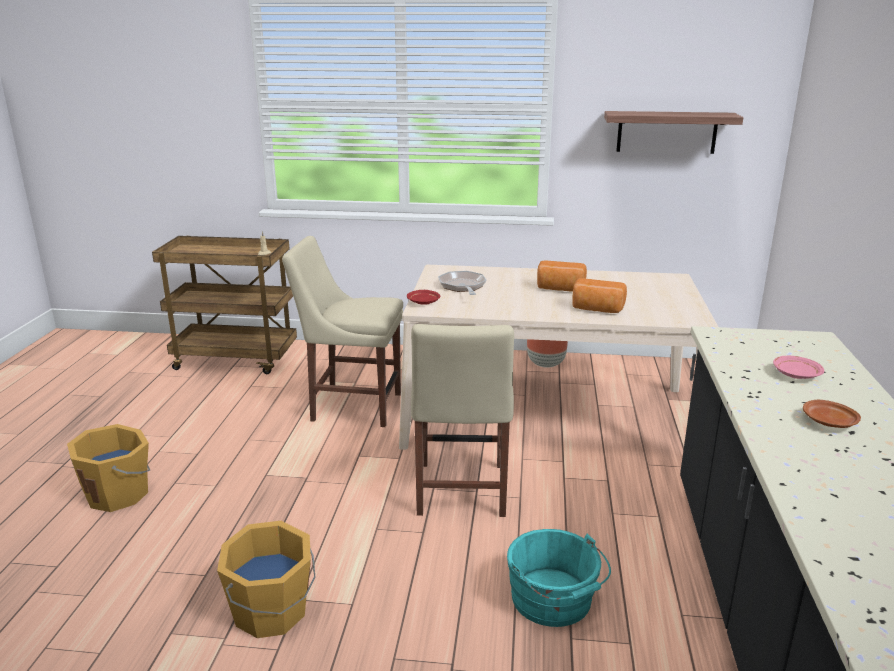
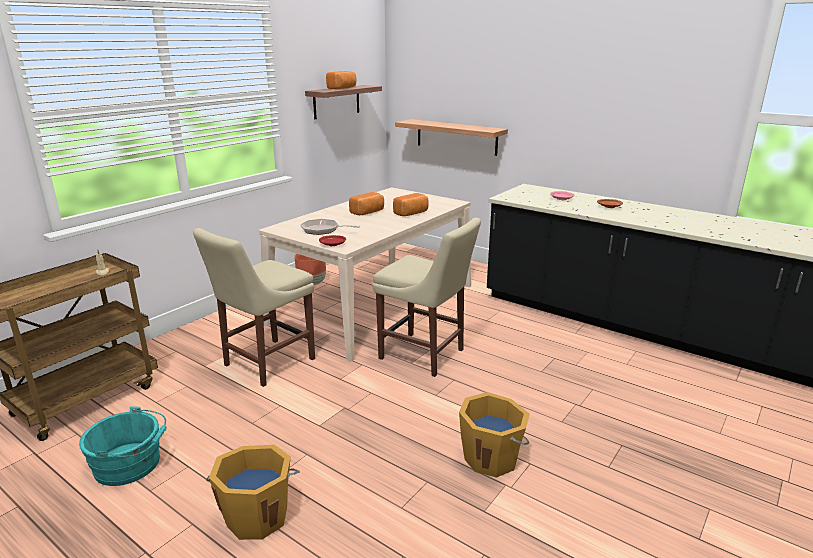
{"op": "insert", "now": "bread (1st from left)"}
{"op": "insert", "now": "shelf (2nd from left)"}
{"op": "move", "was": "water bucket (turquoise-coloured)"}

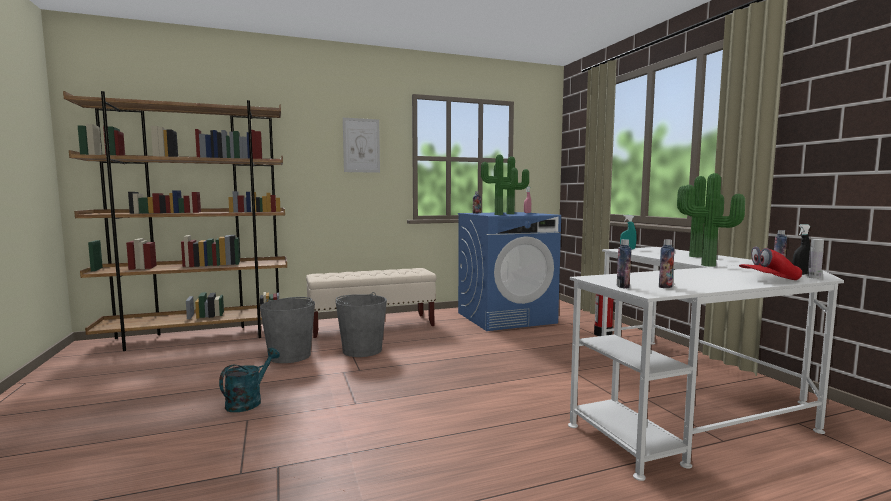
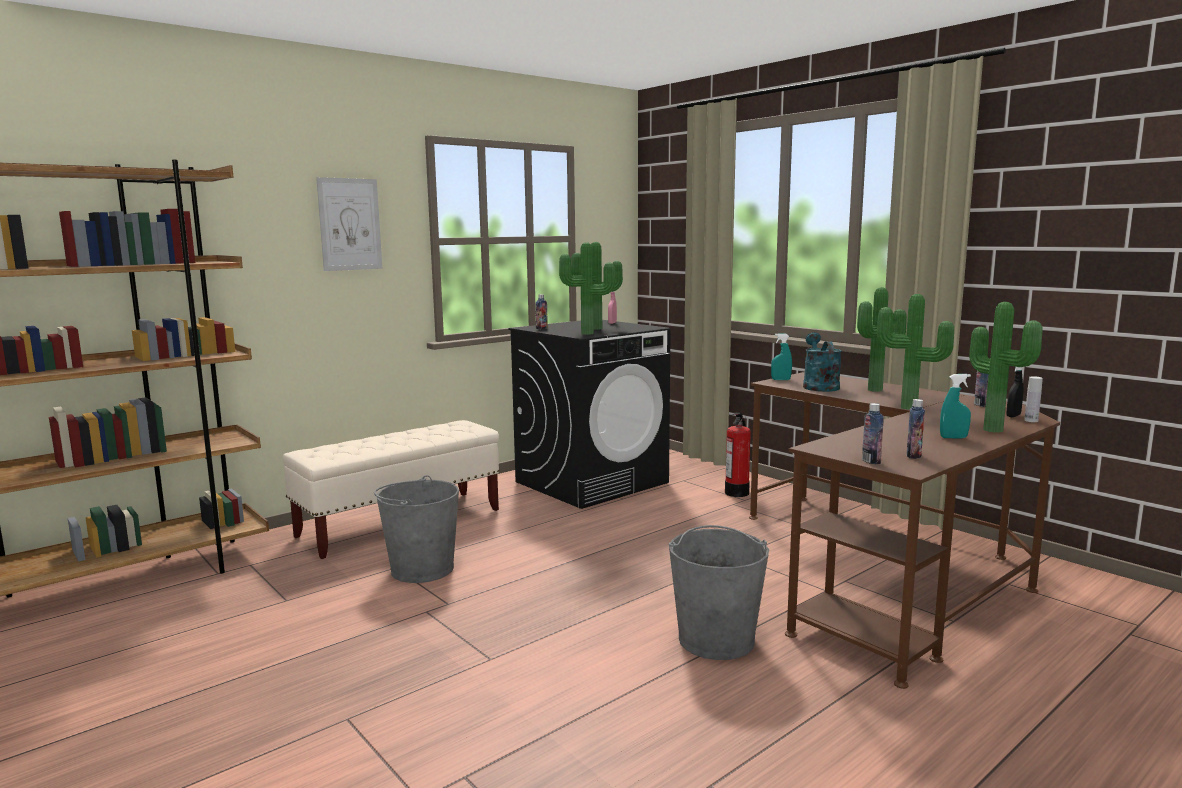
{"op": "insert", "now": "spray bottle (turquoise-coloured) (2nd from left)"}
{"op": "move", "was": "watering can (turquoise-coloured)"}
{"op": "move", "was": "water bucket (gray) (1st from left in the first image)", "now": "water bucket (gray) (2nd from left)"}
{"op": "replace", "was": "baseball cap (red-coloured)", "now": "houseplant (5th from left)"}
{"op": "recolor", "was": "laundry machine (blue-coloured)", "now": "laundry machine (blackish)"}
{"op": "recolor", "was": "desk table (white)", "now": "desk table (brown-coloured)"}

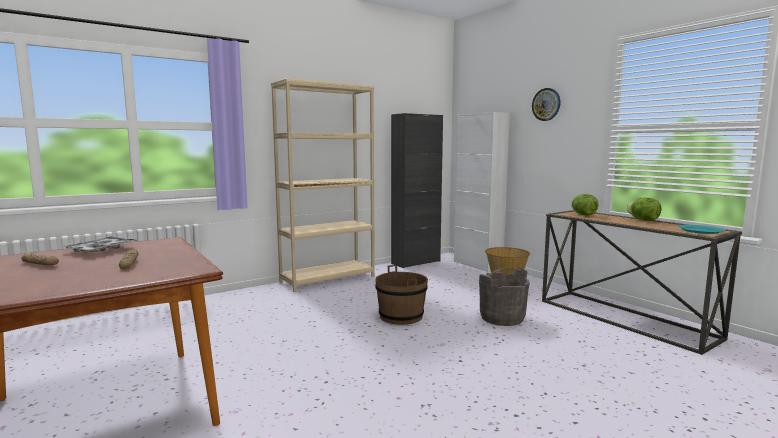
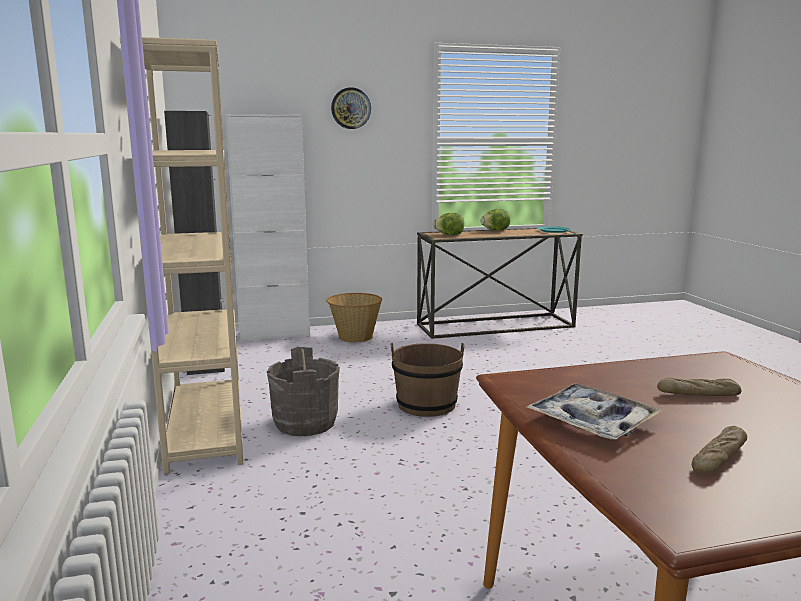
{"op": "move", "was": "water bucket (gray)"}

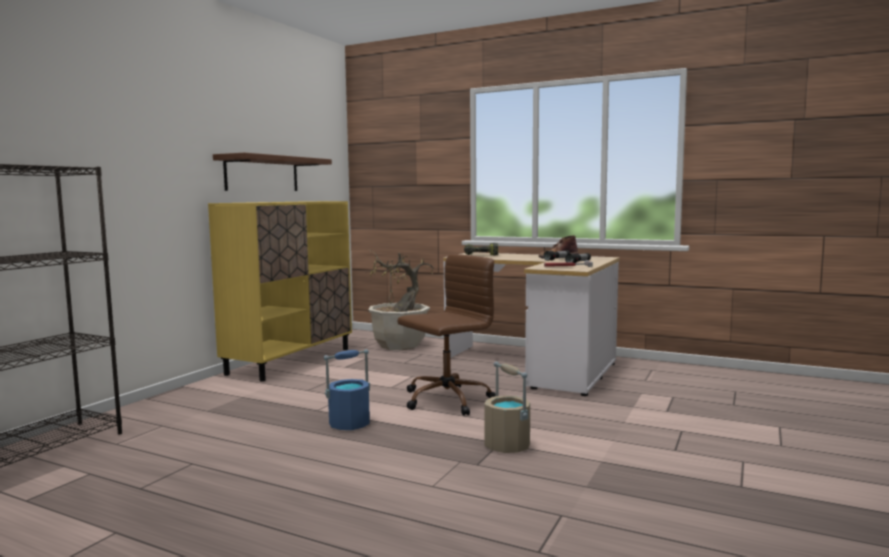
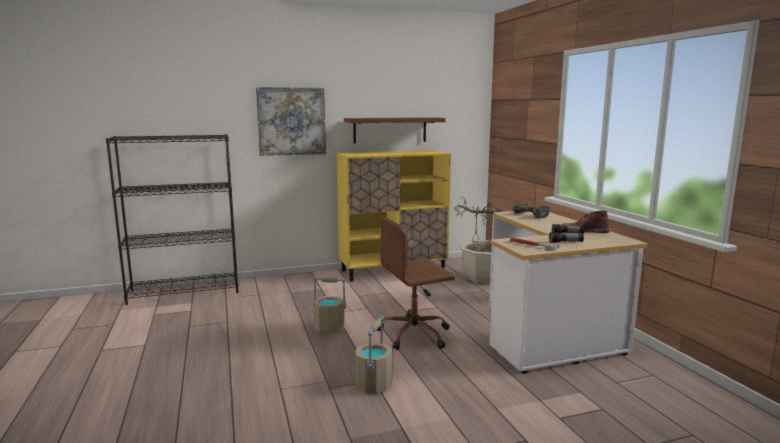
{"op": "insert", "now": "wall picture"}
{"op": "recolor", "was": "water bucket (blue-coloured)", "now": "water bucket (sand-coloured) (1st from left)"}
{"op": "rotate", "was": "office chair (brown-coloured)", "clockwise": 150}

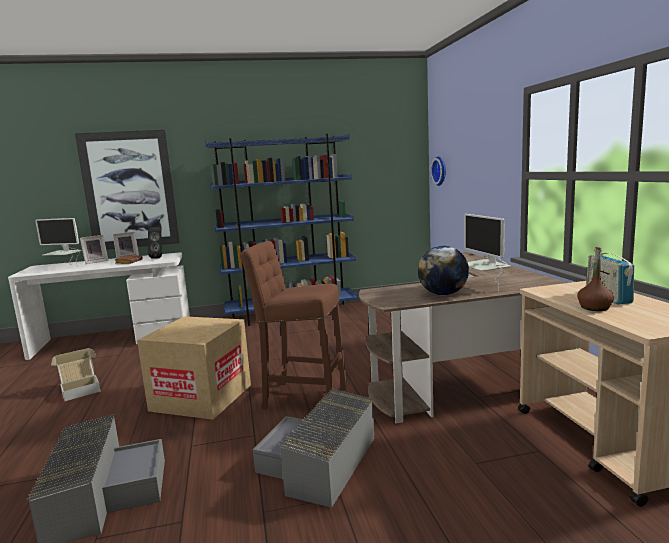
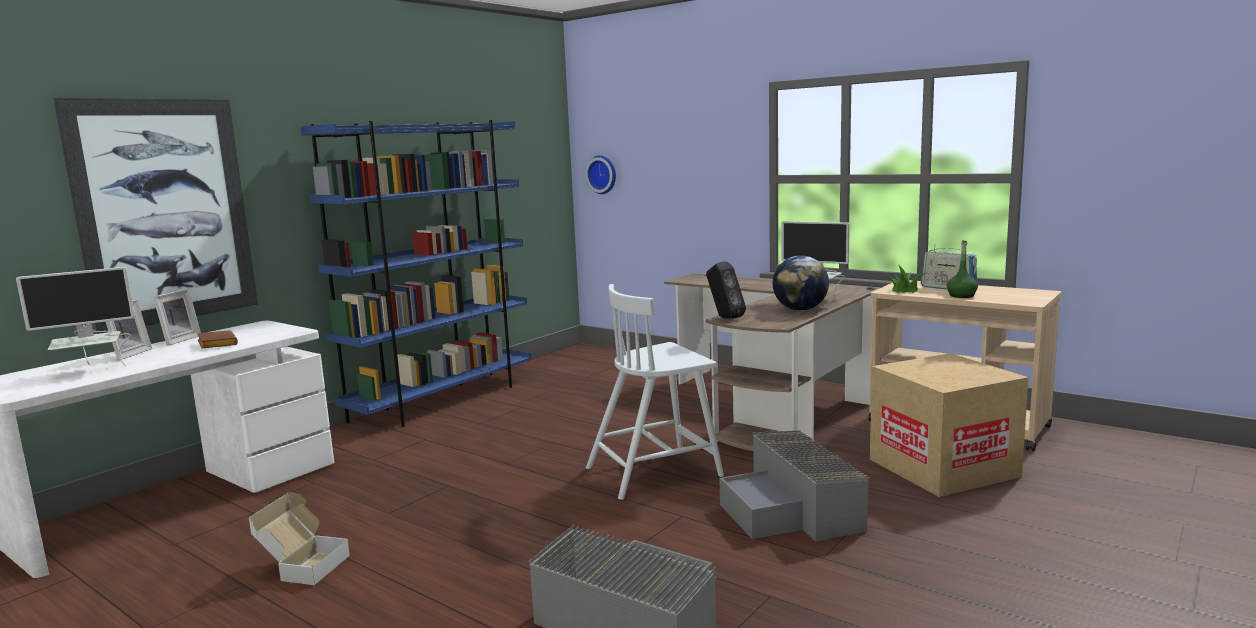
{"op": "insert", "now": "houseplant"}
{"op": "move", "was": "carton (2nd from left)"}
{"op": "move", "was": "speaker (blackish)"}
{"op": "replace", "was": "stool (brown-coloured)", "now": "chair (white)"}
{"op": "recolor", "was": "drink bottle (brown-coloured)", "now": "drink bottle (greenish)"}

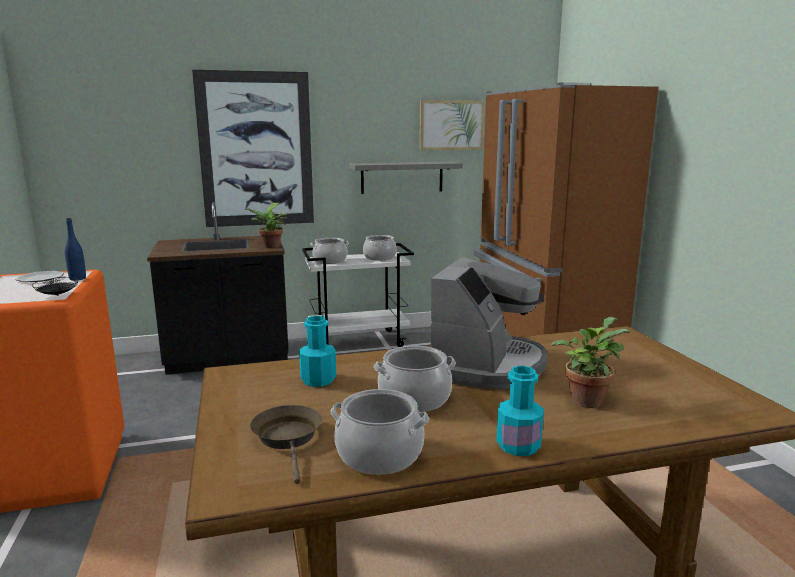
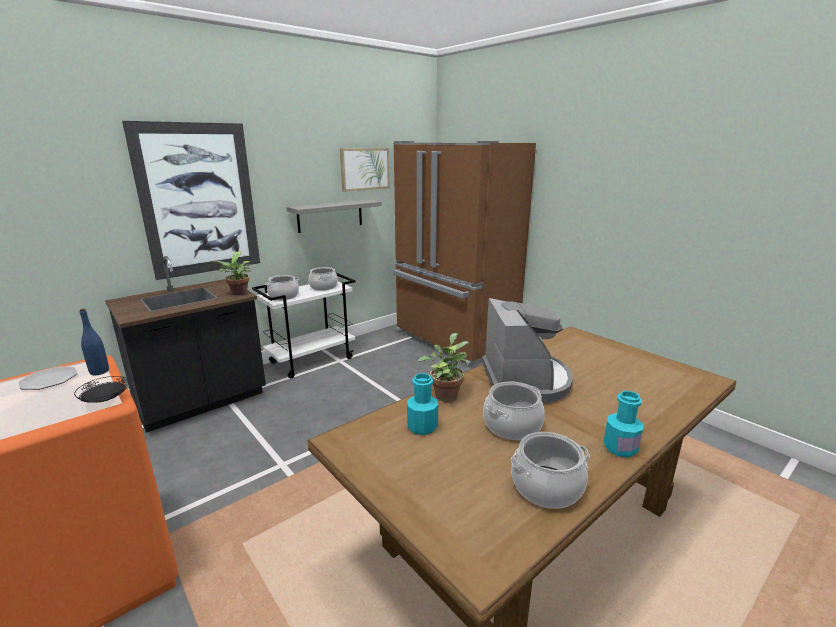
{"op": "delete", "was": "skillet (brown-coloured)"}
{"op": "move", "was": "houseplant (2nd from left)"}

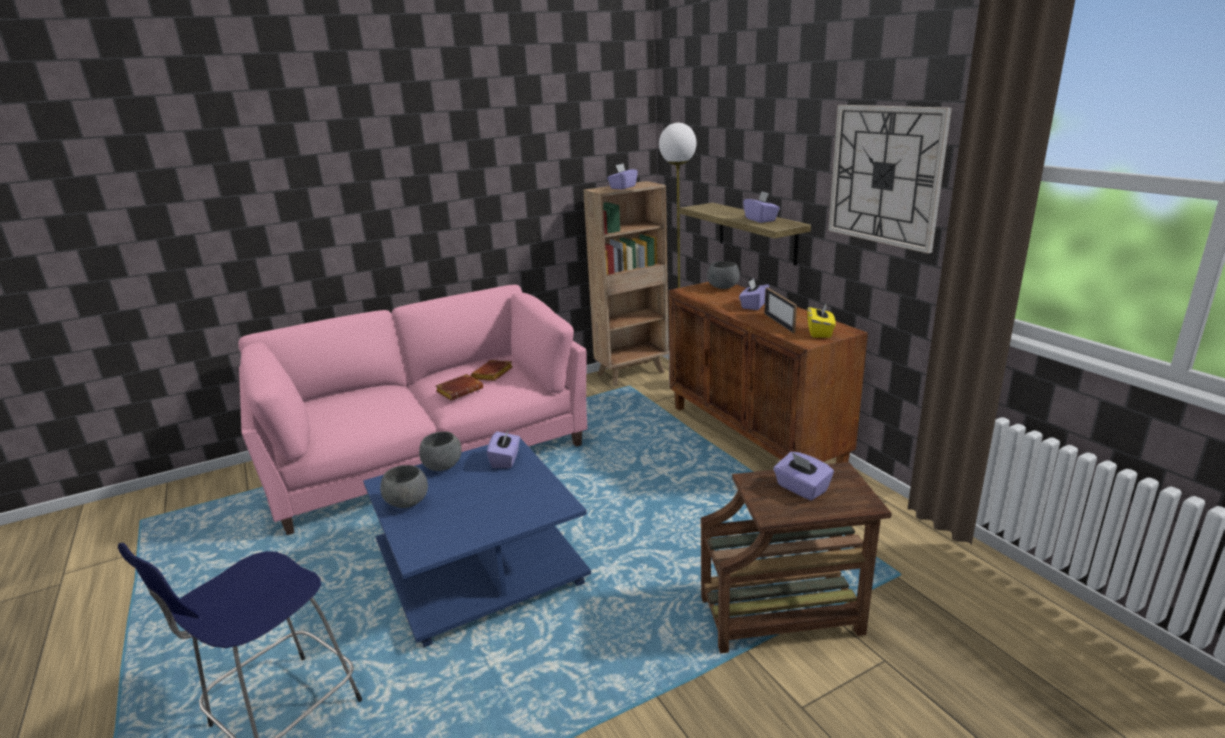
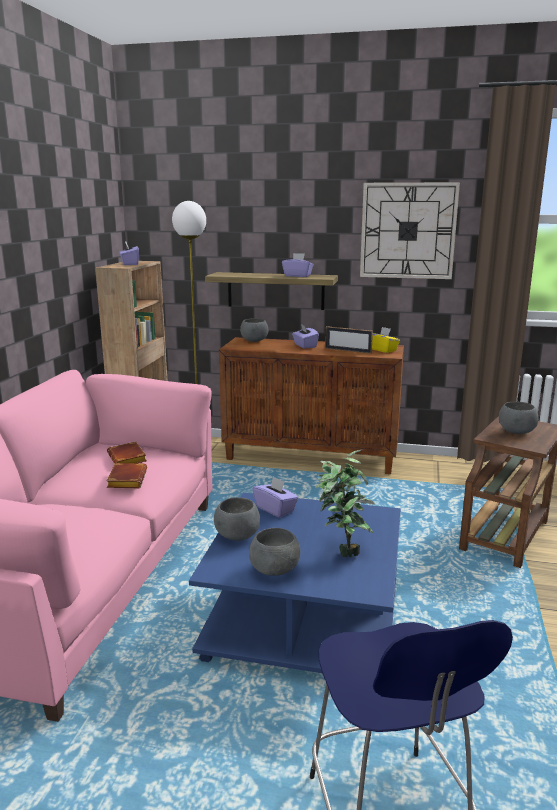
{"op": "insert", "now": "houseplant"}
{"op": "replace", "was": "tissue box (purple-coloured) (5th from left)", "now": "serving bowl (gray) (4th from left)"}

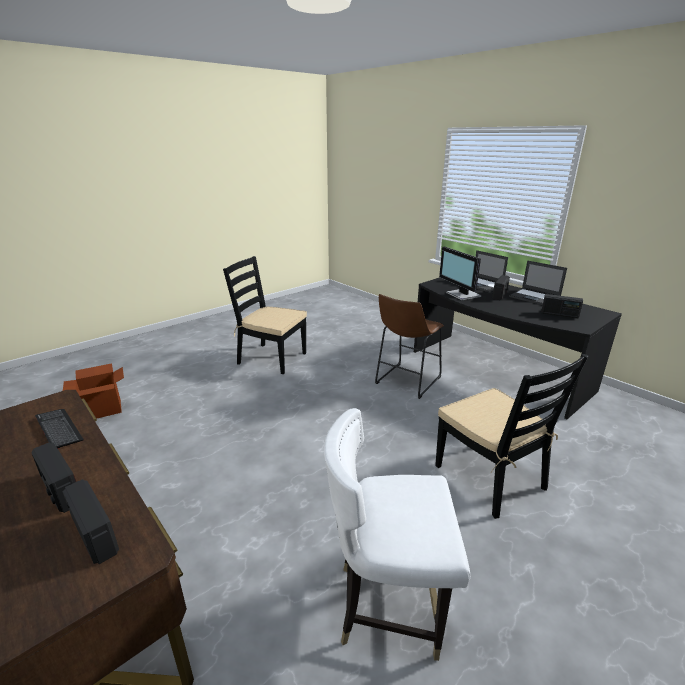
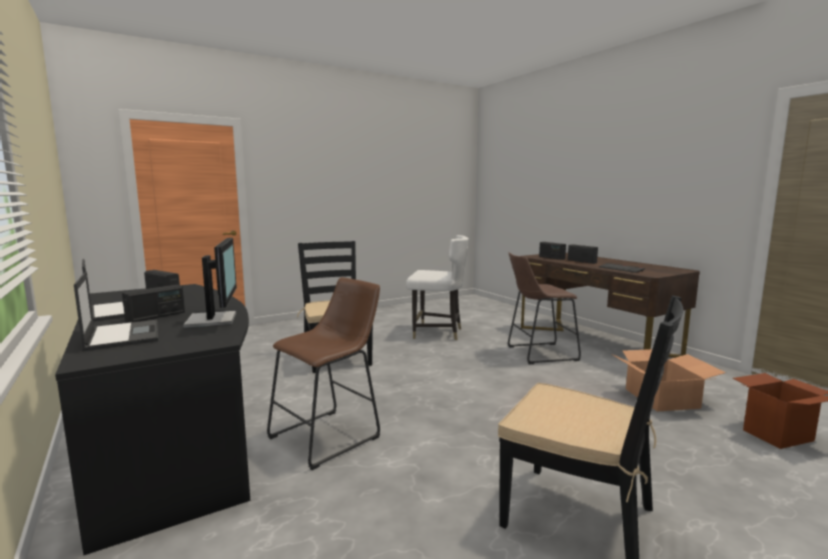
{"op": "insert", "now": "stool (brown-coloured) (2nd from left)"}
{"op": "insert", "now": "carton (1st from left)"}

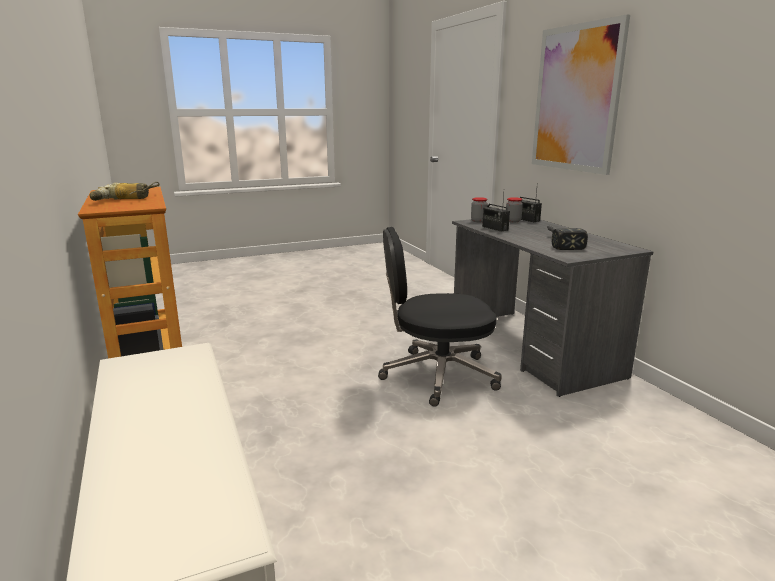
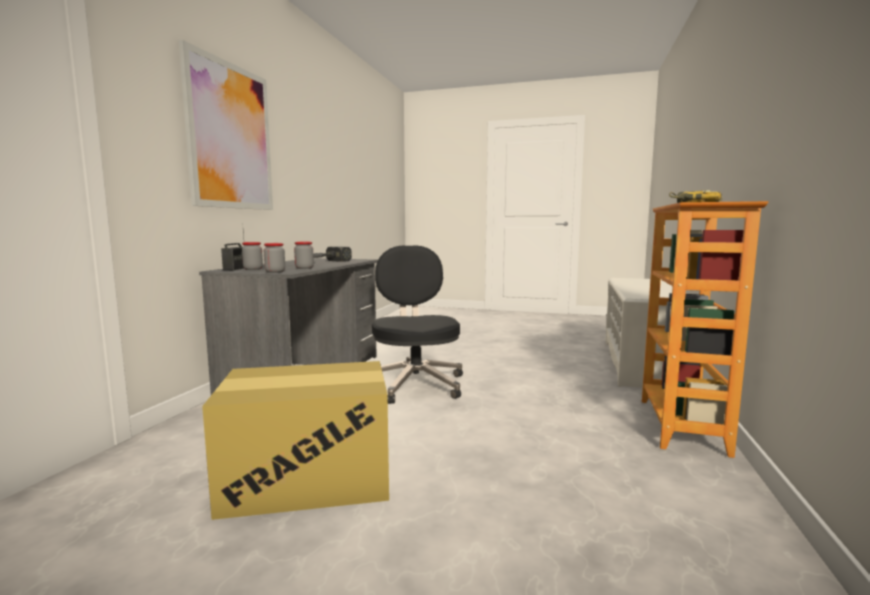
{"op": "insert", "now": "carton"}
{"op": "replace", "was": "radio (1st from left)", "now": "preserve jar (3rd from left)"}
{"op": "rotate", "was": "office chair (blackish)", "clockwise": -135}

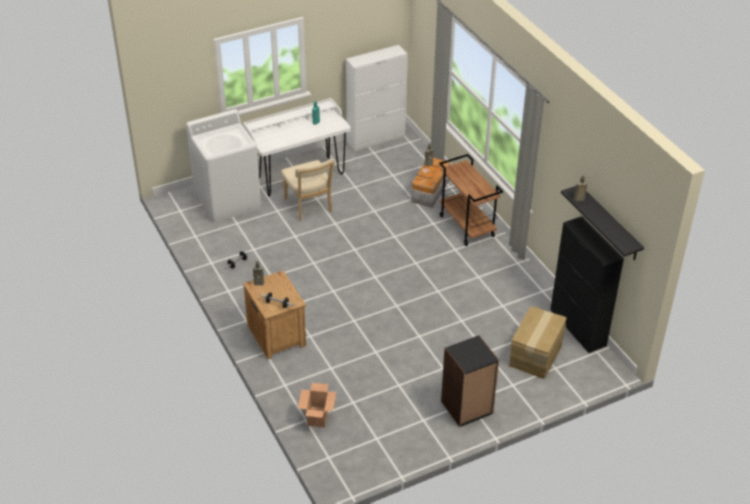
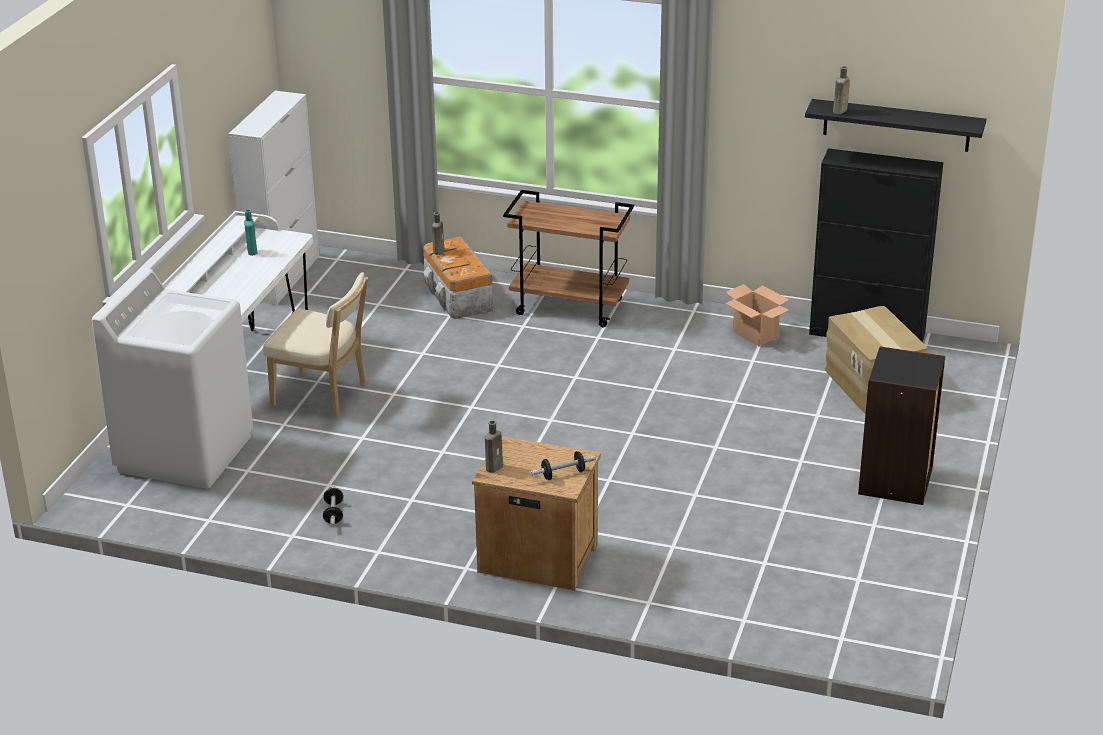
{"op": "move", "was": "carton (1st from left)"}

